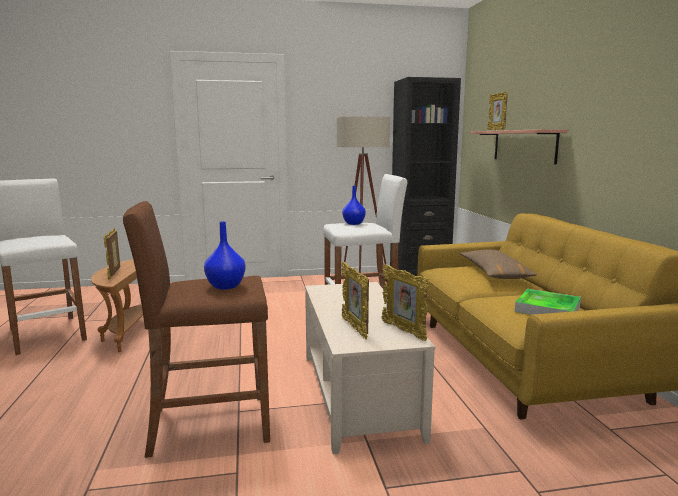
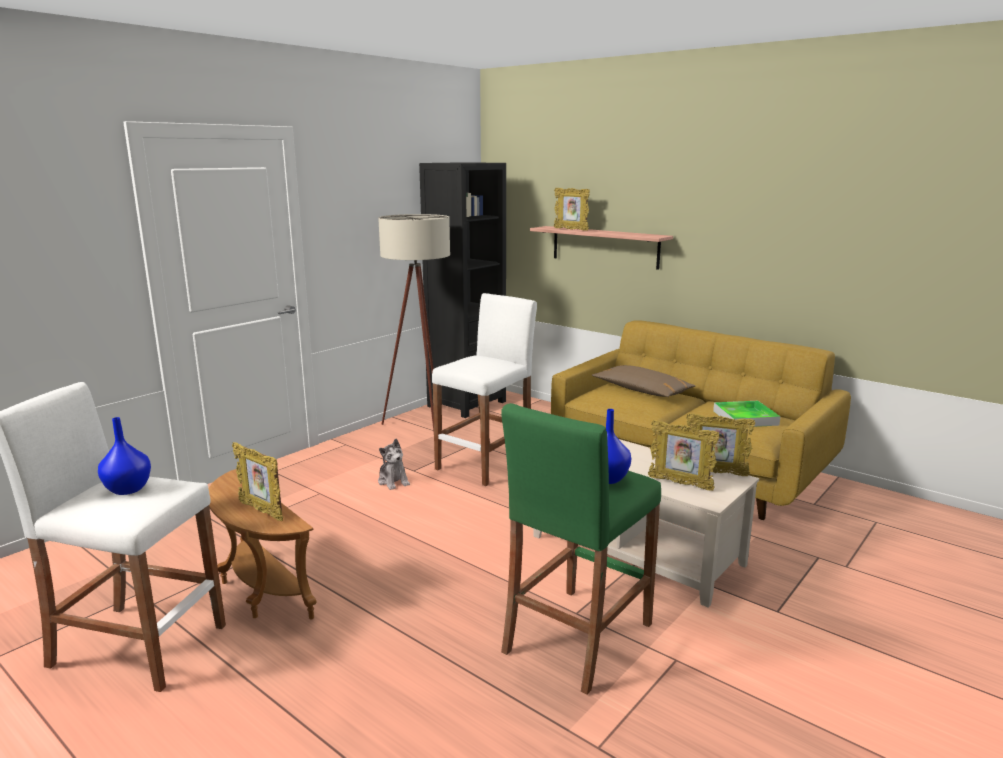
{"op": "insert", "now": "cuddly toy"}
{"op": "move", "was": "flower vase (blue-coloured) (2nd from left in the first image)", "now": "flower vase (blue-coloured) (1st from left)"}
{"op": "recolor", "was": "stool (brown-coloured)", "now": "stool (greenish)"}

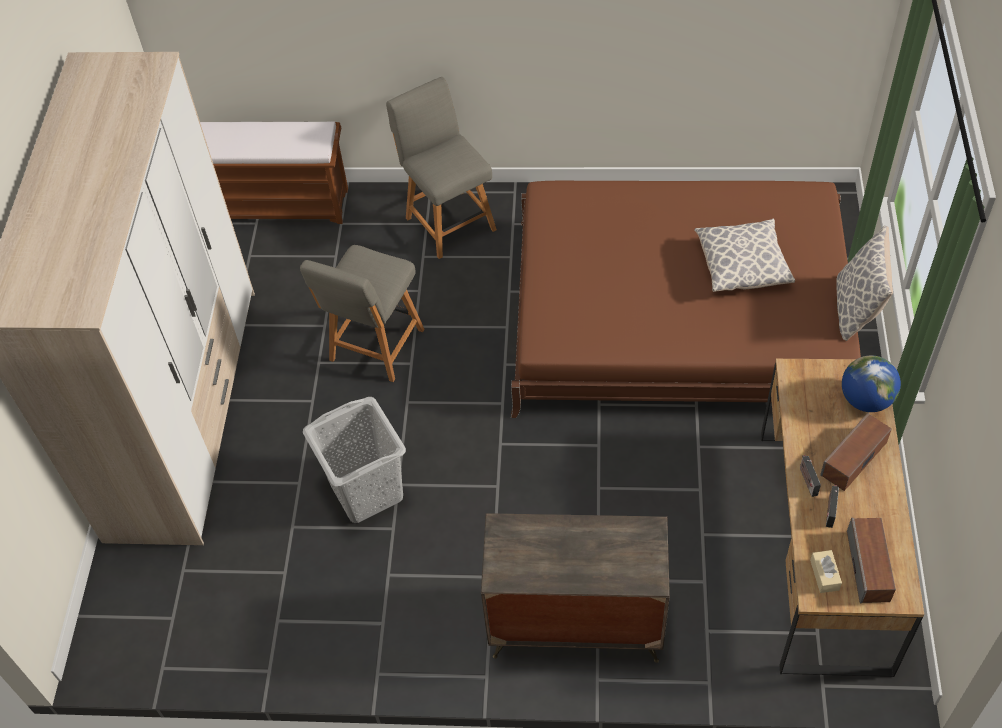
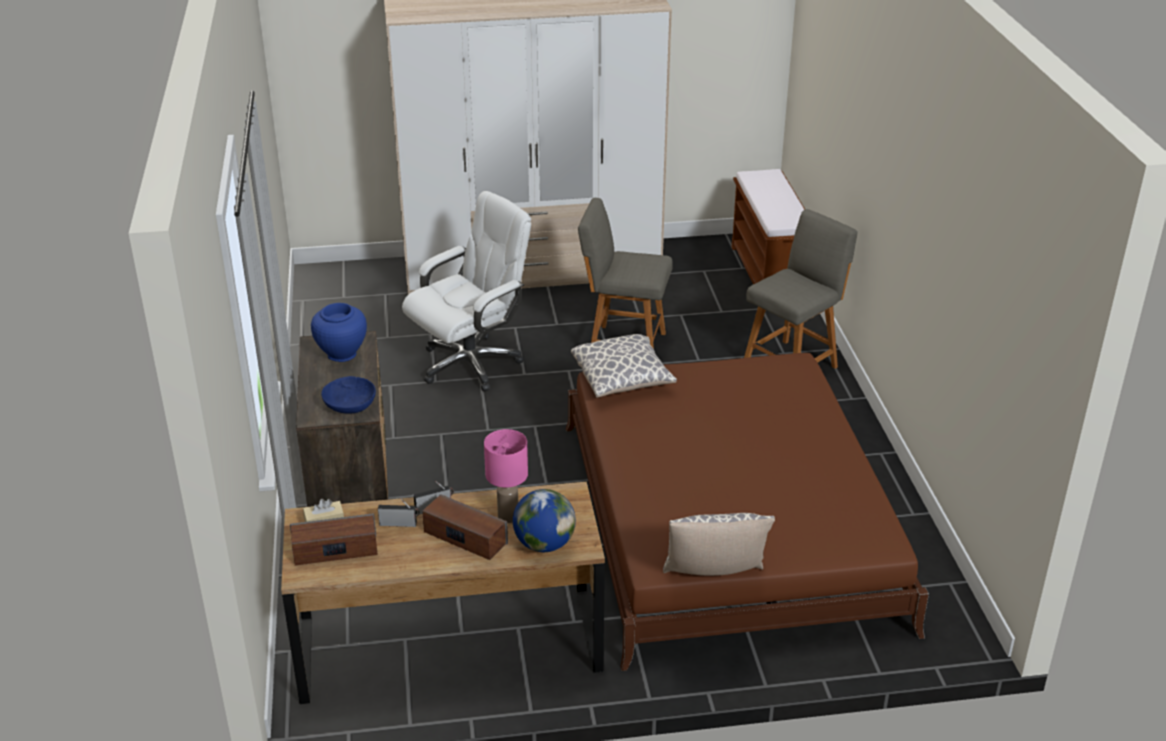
{"op": "insert", "now": "flower vase (blue-coloured)"}
{"op": "insert", "now": "serving bowl (blue-coloured)"}
{"op": "insert", "now": "tabletop lamp (pink)"}
{"op": "move", "was": "throw pillow (1st from left)"}
{"op": "replace", "was": "laundry basket (gray)", "now": "office chair (white)"}

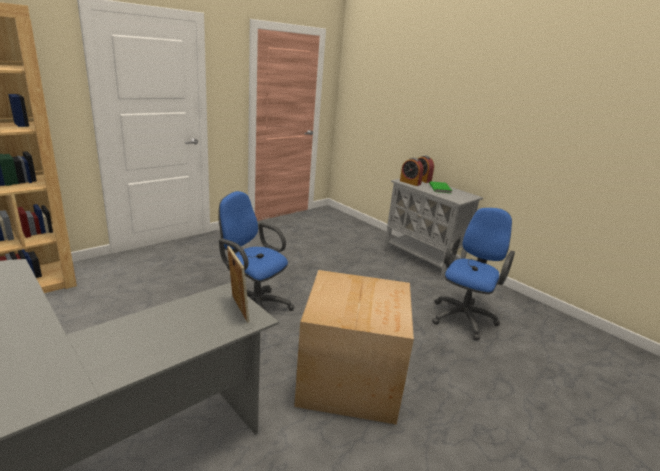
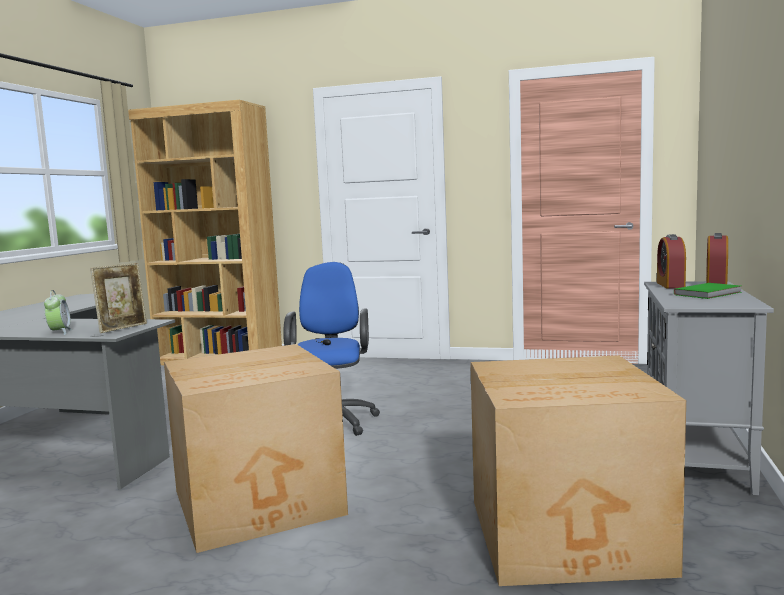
{"op": "insert", "now": "alarm clock (1st from left)"}
{"op": "replace", "was": "office chair (blue-coloured) (2nd from left)", "now": "carton (2nd from left)"}

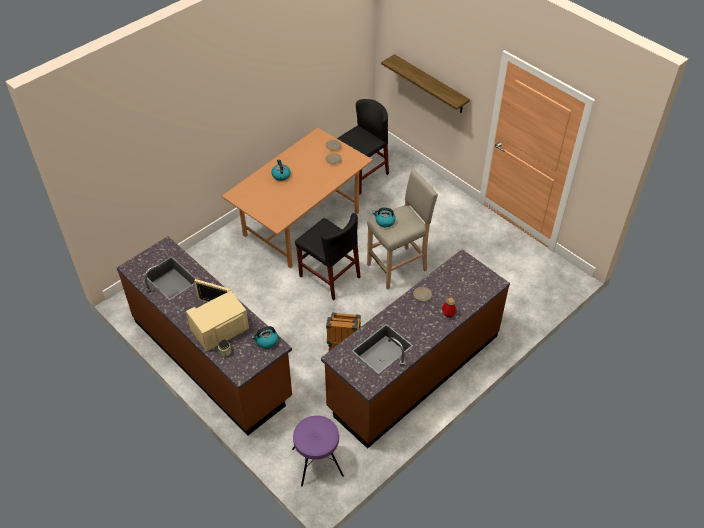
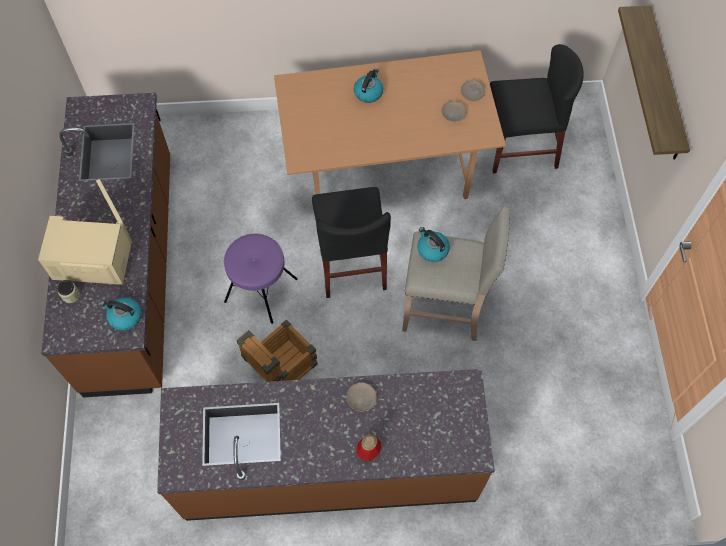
{"op": "move", "was": "stool (purple-coloured)"}

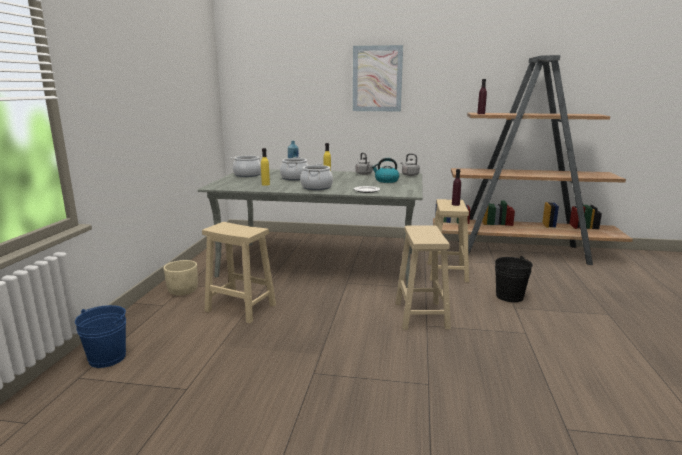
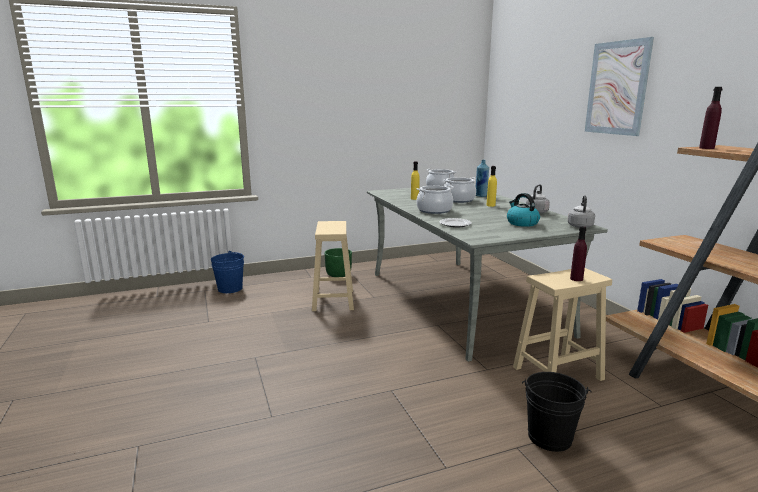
{"op": "delete", "was": "stool (sand-coloured) (2nd from left)"}
{"op": "recolor", "was": "flower pot (sand-coloured)", "now": "flower pot (greenish)"}

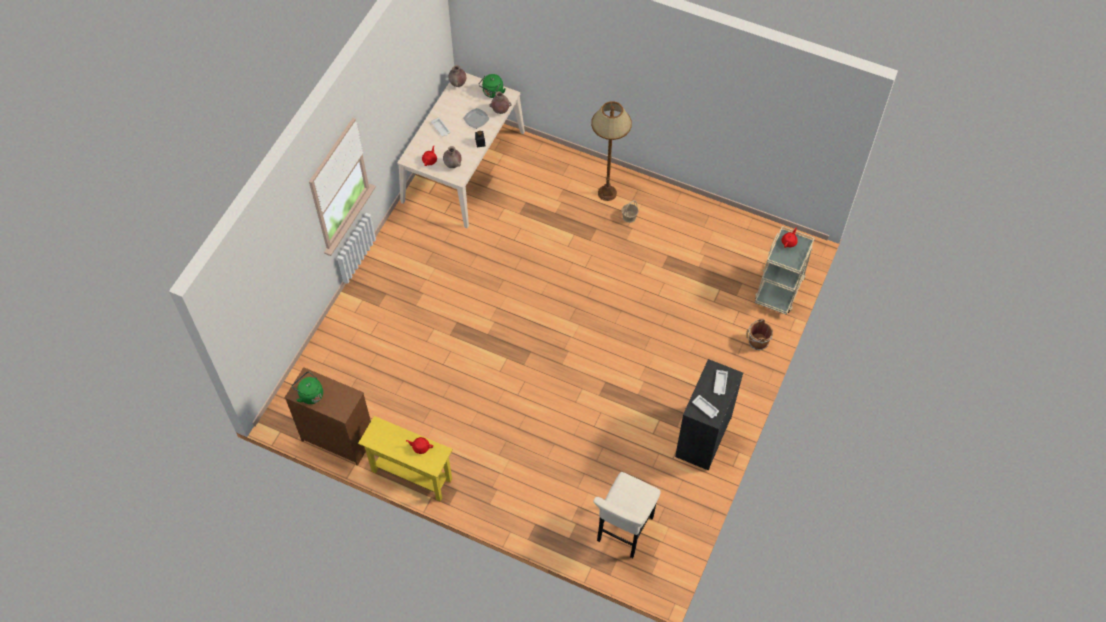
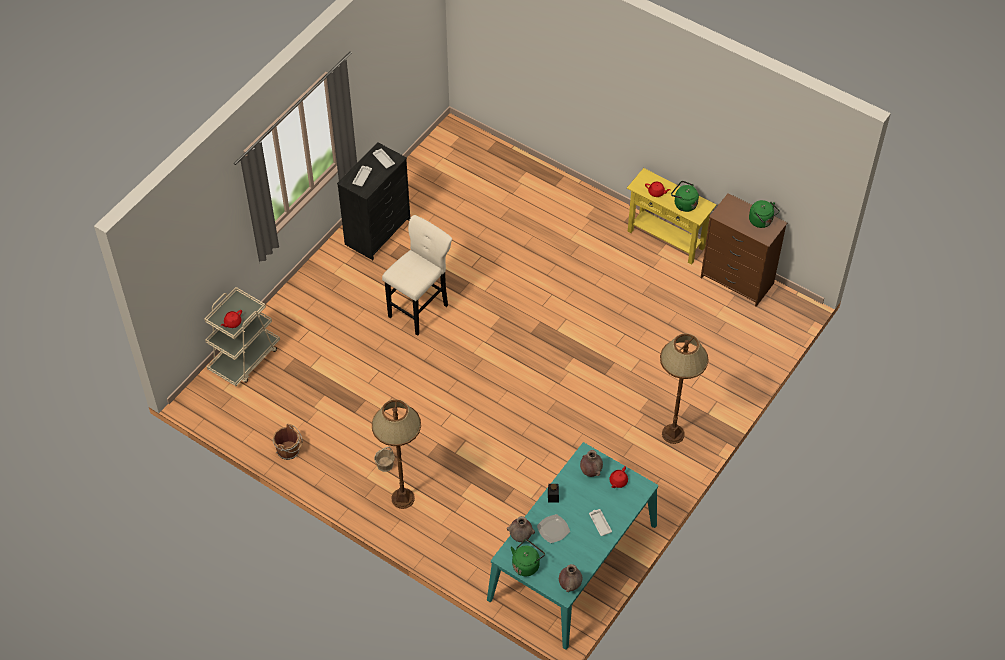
{"op": "insert", "now": "floor lamp (brown-coloured) (2nd from left)"}
{"op": "insert", "now": "kettle (greenish) (2nd from left)"}
{"op": "move", "was": "stool (sand-coloured)"}
{"op": "move", "was": "water bucket (brown-coloured)"}
{"op": "recolor", "was": "kitchen table (sand-coloured)", "now": "kitchen table (turquoise-coloured)"}

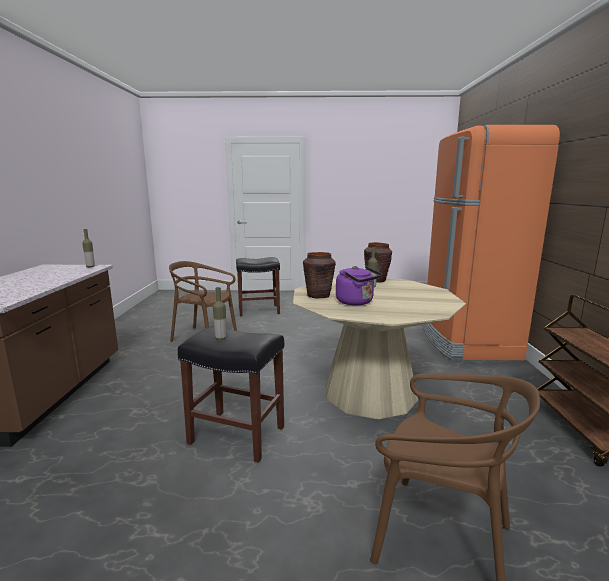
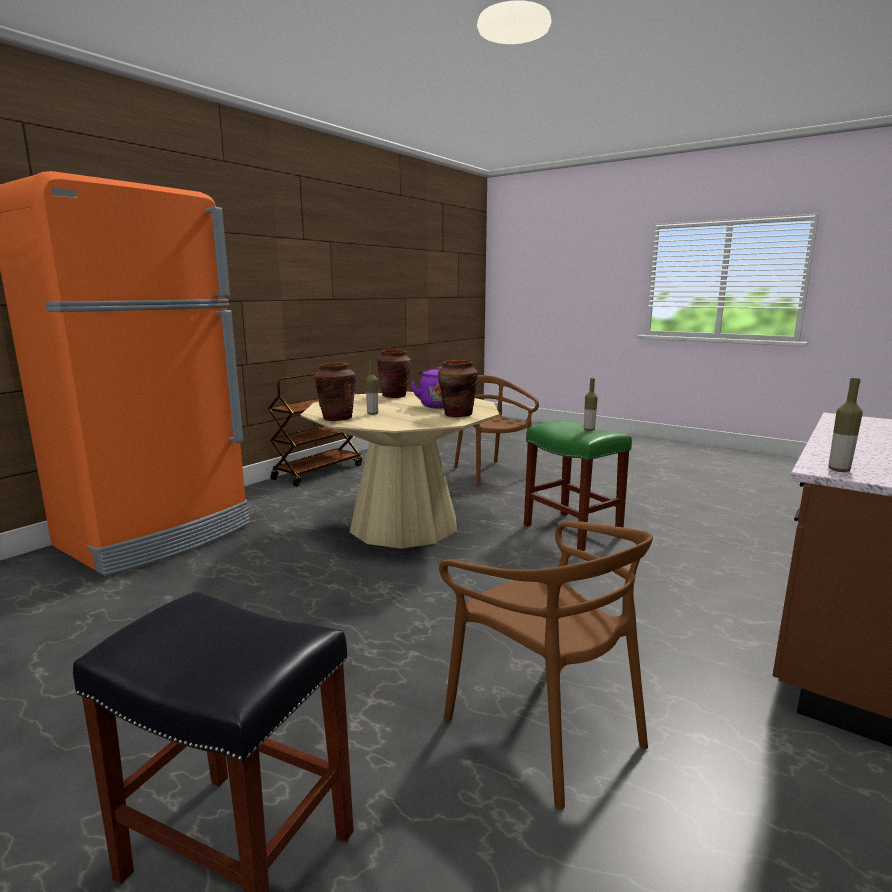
{"op": "insert", "now": "flower vase (brown-coloured) (2nd from left)"}
{"op": "recolor", "was": "stool (blackish) (1st from left)", "now": "stool (greenish)"}

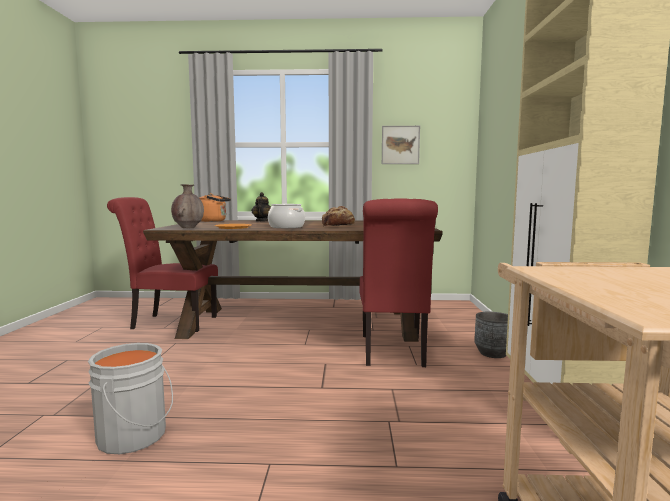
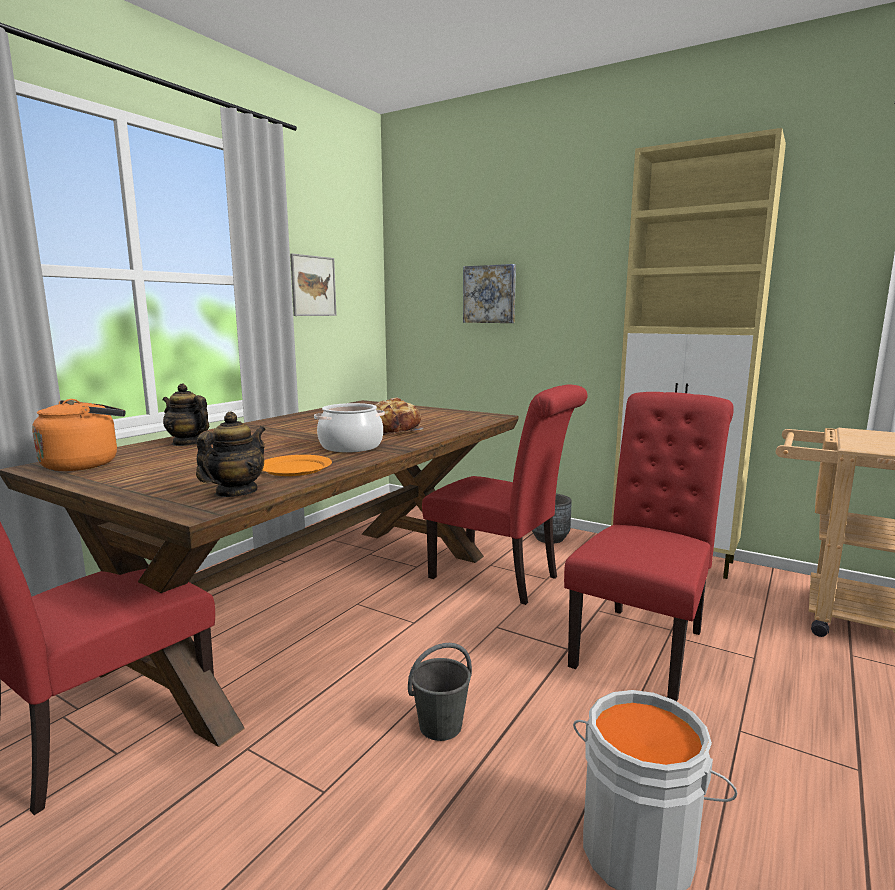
{"op": "insert", "now": "water bucket (gray) (1st from left)"}
{"op": "insert", "now": "wall picture (2nd from left)"}
{"op": "insert", "now": "chair (red-coloured) (3rd from left)"}
{"op": "replace", "was": "flower vase (brown-coloured)", "now": "pot for tea (2nd from left)"}

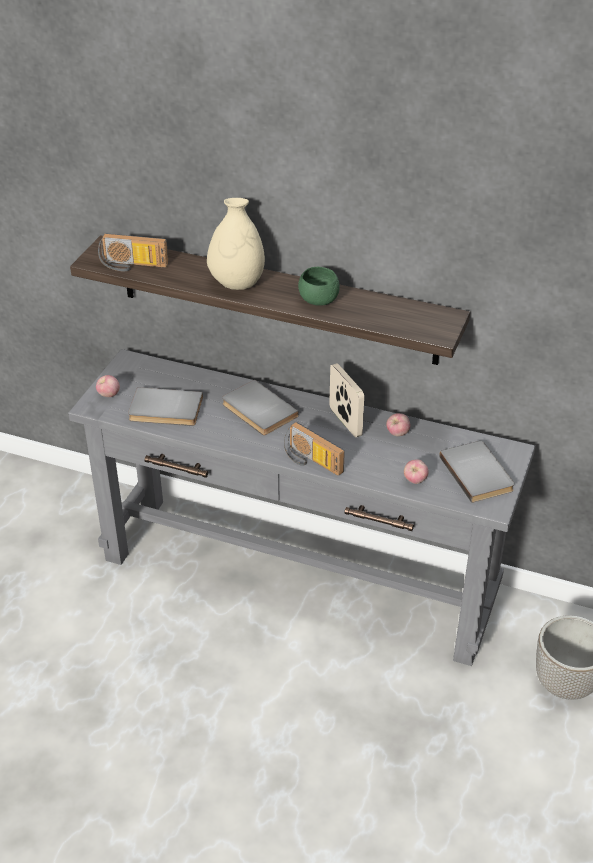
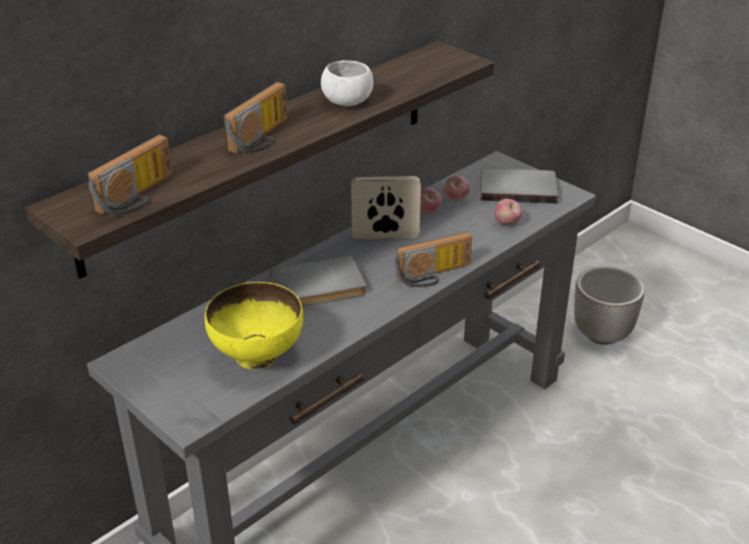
{"op": "move", "was": "apple (1st from left in the first image)", "now": "apple (2nd from left)"}
{"op": "replace", "was": "bound book (gray) (1st from left)", "now": "serving bowl (yellow-coloured)"}
{"op": "replace", "was": "flower vase (sand-coloured)", "now": "radio (2nd from left)"}
{"op": "recolor", "was": "serving bowl (greenish)", "now": "serving bowl (white)"}

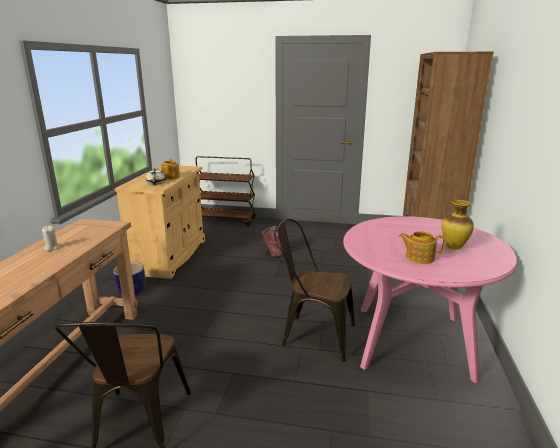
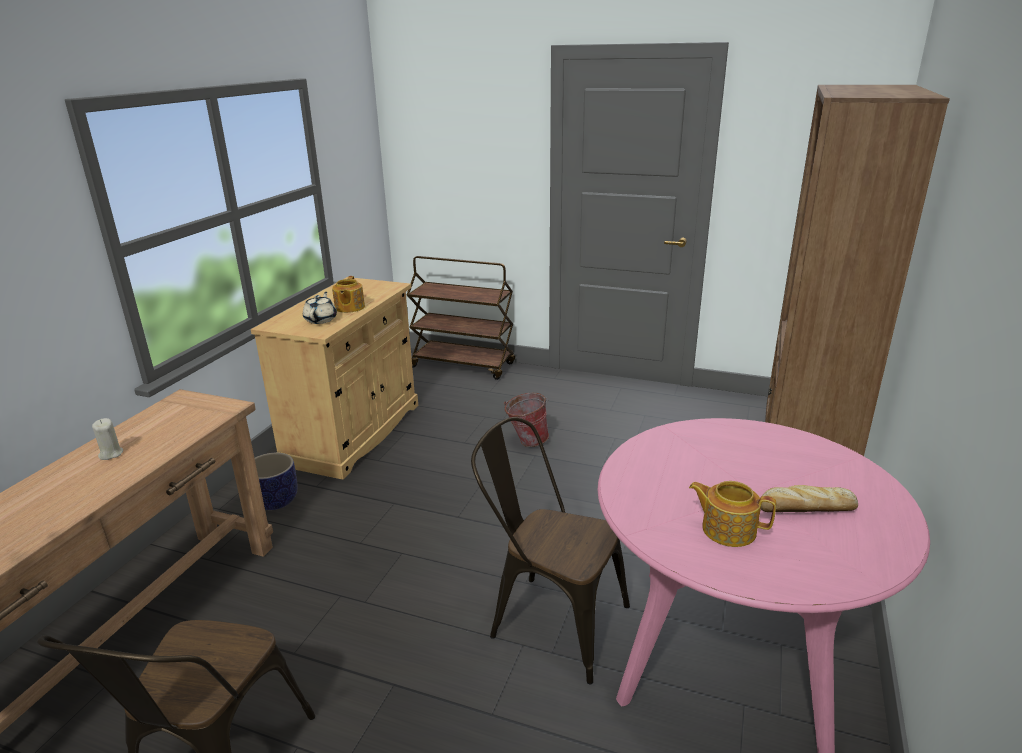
{"op": "replace", "was": "flower vase", "now": "bread"}

